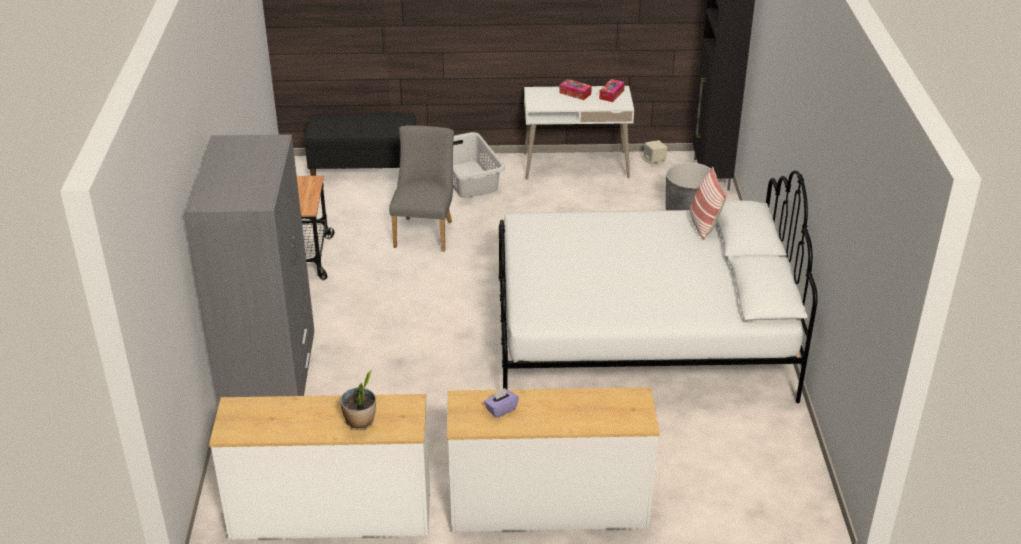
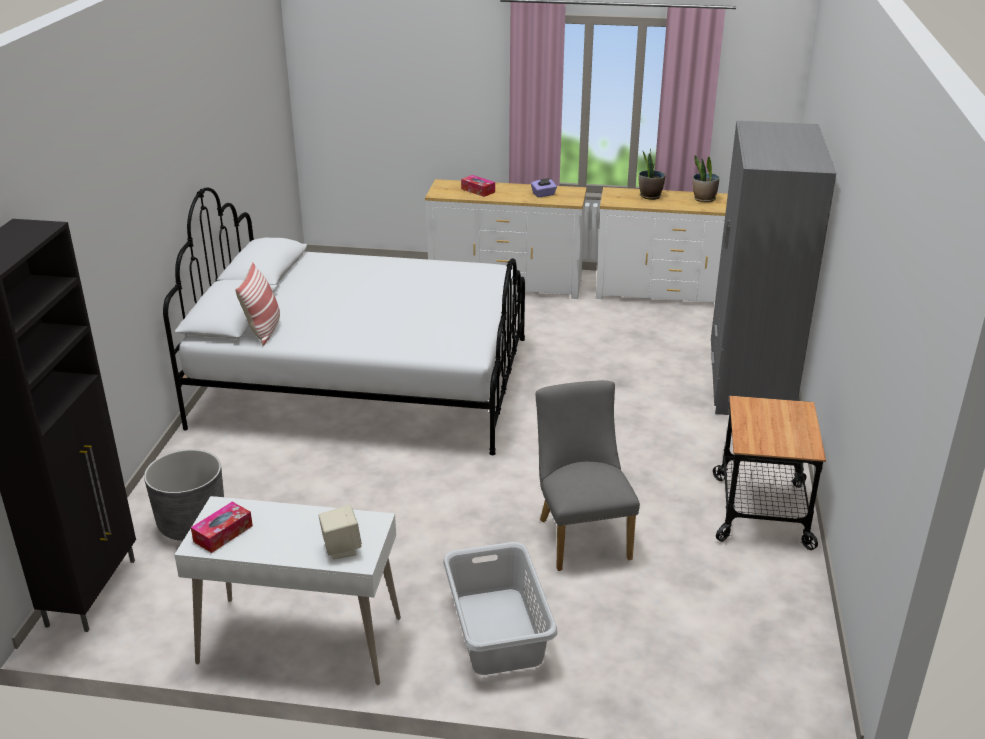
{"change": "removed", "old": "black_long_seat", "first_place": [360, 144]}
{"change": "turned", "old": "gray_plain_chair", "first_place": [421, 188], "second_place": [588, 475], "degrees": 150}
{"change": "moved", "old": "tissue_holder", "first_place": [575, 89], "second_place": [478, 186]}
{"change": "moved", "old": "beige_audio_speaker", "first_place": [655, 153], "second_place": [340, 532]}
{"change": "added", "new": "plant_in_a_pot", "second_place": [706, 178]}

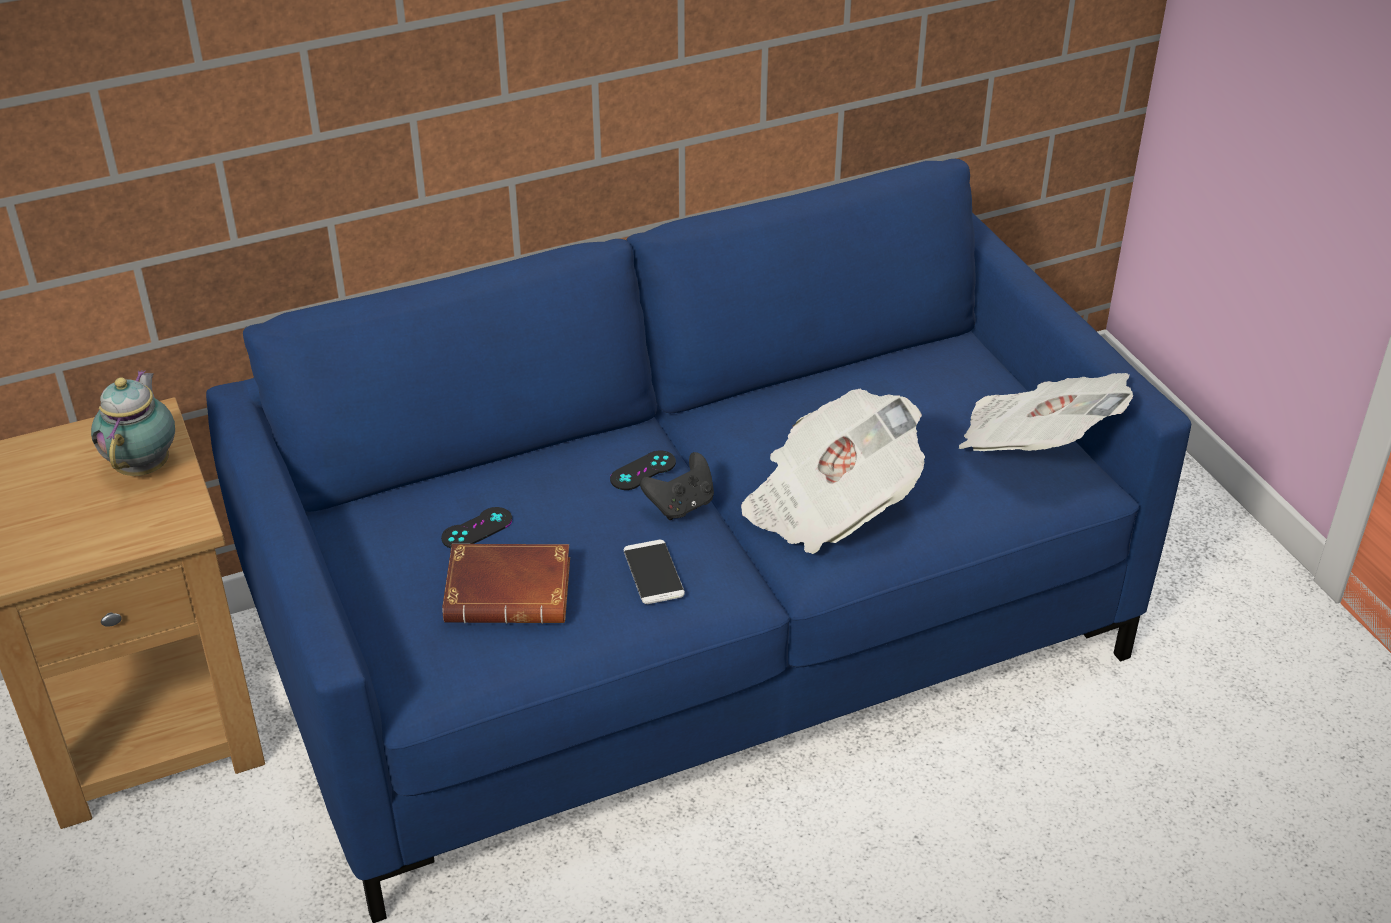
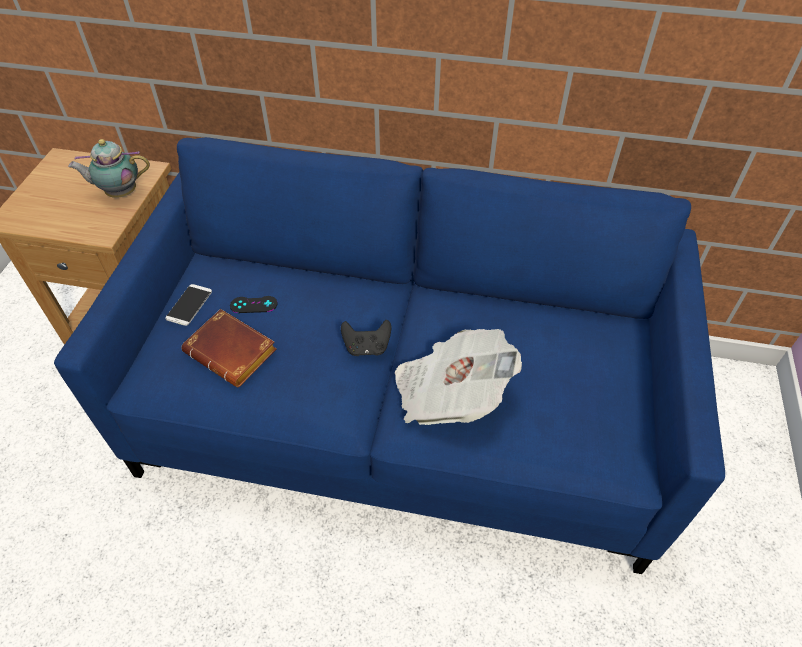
{"change": "turned", "old": "tea_pot", "first_place": [133, 423], "second_place": [109, 168], "degrees": -135}
{"change": "removed", "old": "black_joypad", "first_place": [643, 470]}
{"change": "moved", "old": "phone", "first_place": [654, 572], "second_place": [188, 305]}
{"change": "removed", "old": "printed_paper", "first_place": [1045, 412]}

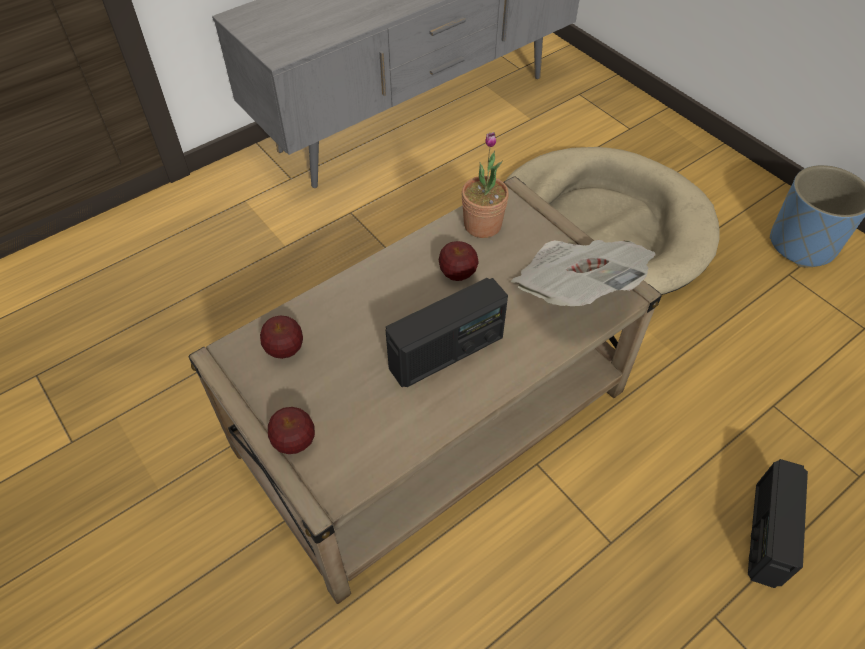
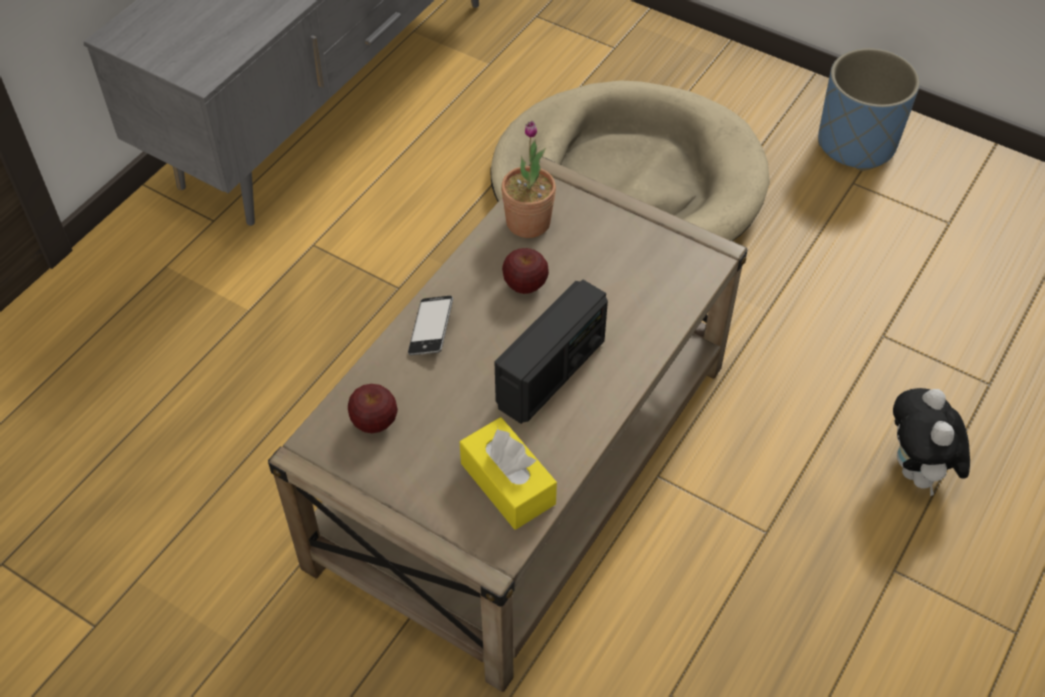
{"change": "removed", "old": "apple_fruit", "first_place": [291, 430]}
{"change": "removed", "old": "printed_paper", "first_place": [583, 273]}
{"change": "replaced", "old": "radio", "new": "cuddly_toy", "first_place": [778, 523], "second_place": [931, 442]}
{"change": "added", "new": "phone", "second_place": [430, 325]}
{"change": "added", "new": "yellowish_tissue_holder", "second_place": [508, 473]}

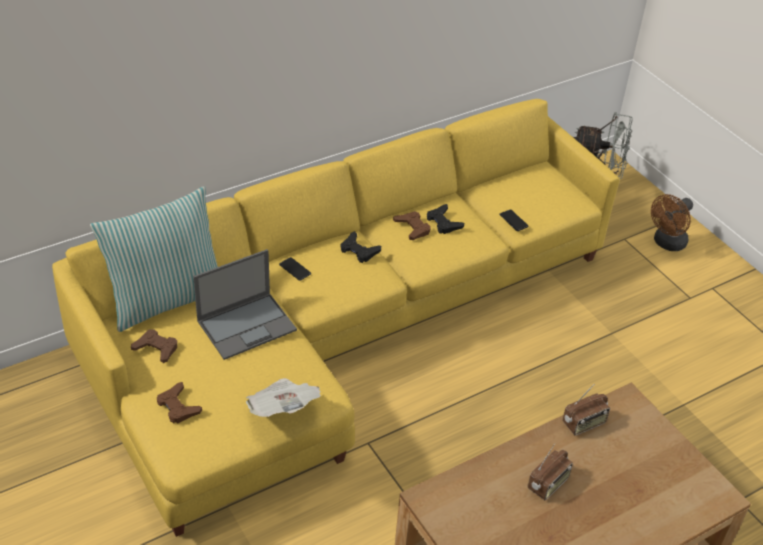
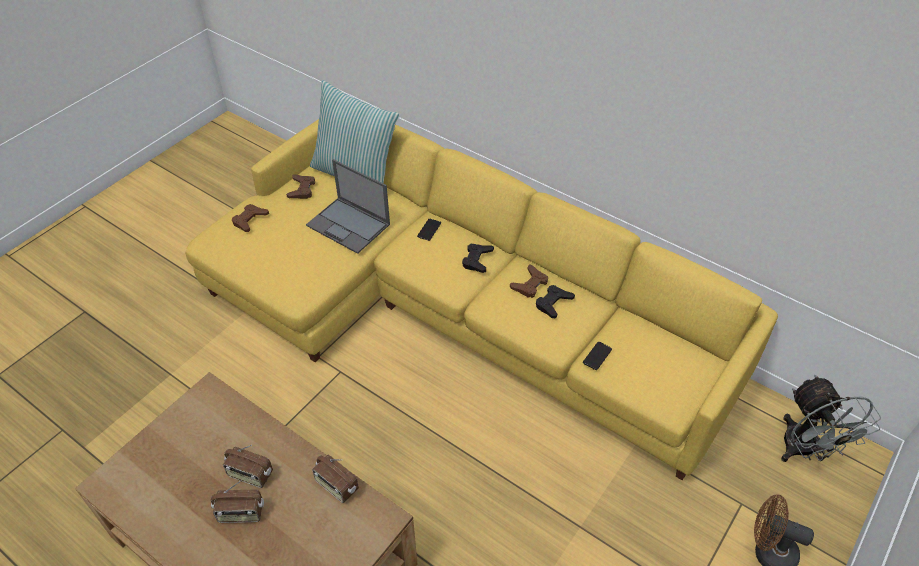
{"change": "removed", "old": "printed_paper", "first_place": [283, 397]}
{"change": "added", "new": "radio", "second_place": [237, 502]}

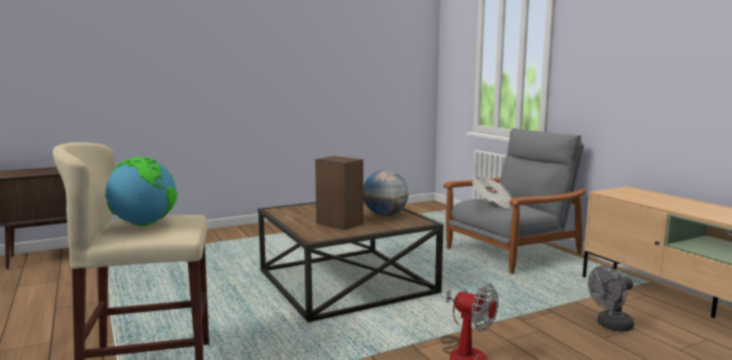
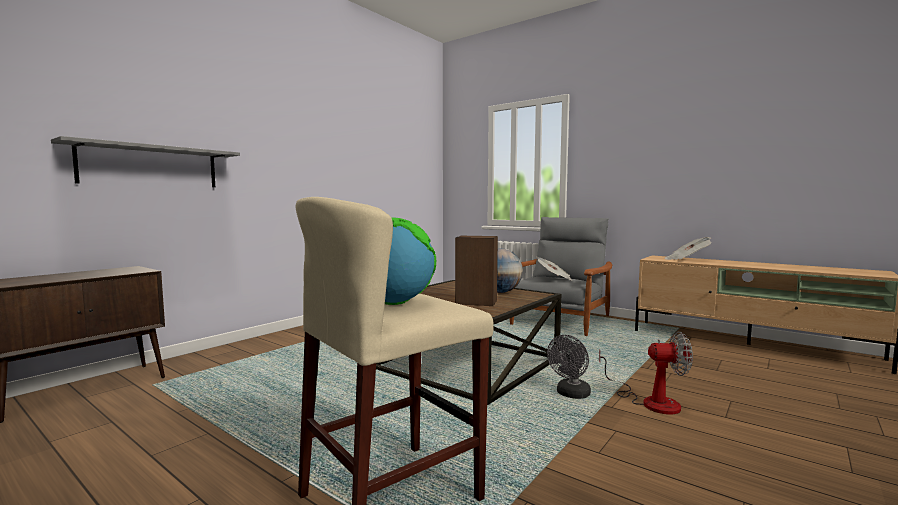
{"change": "moved", "old": "gray_electric_fan", "first_place": [611, 298], "second_place": [569, 367]}
{"change": "added", "new": "gray_wall_shelf", "second_place": [145, 161]}
{"change": "added", "new": "printed_paper", "second_place": [688, 248]}

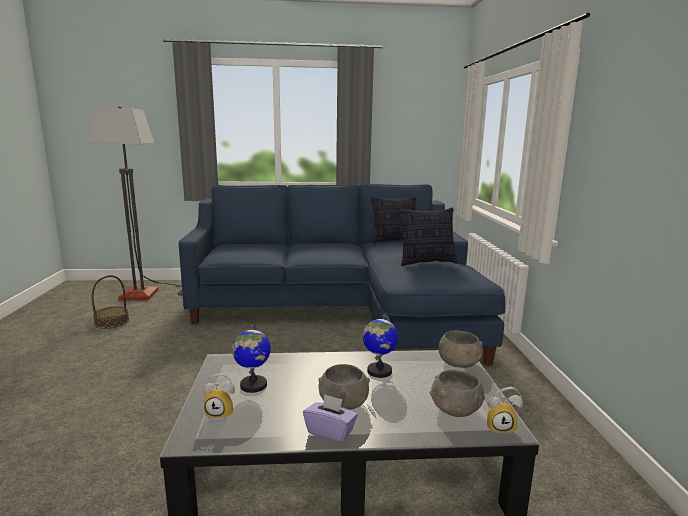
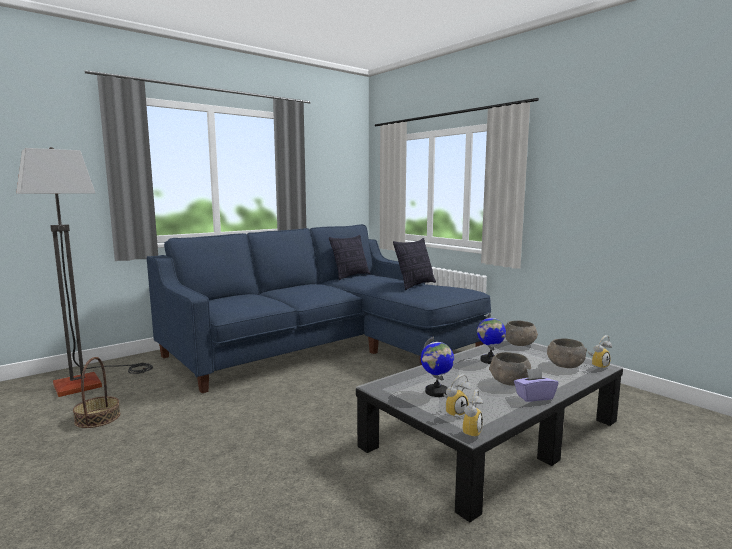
{"change": "added", "new": "table_clock", "second_place": [469, 414]}

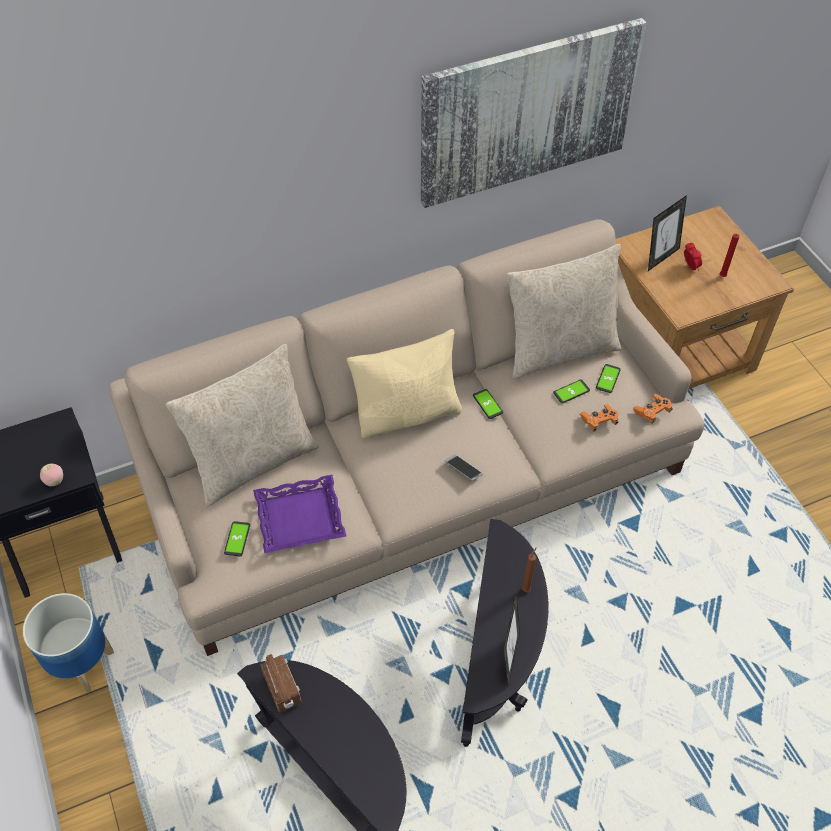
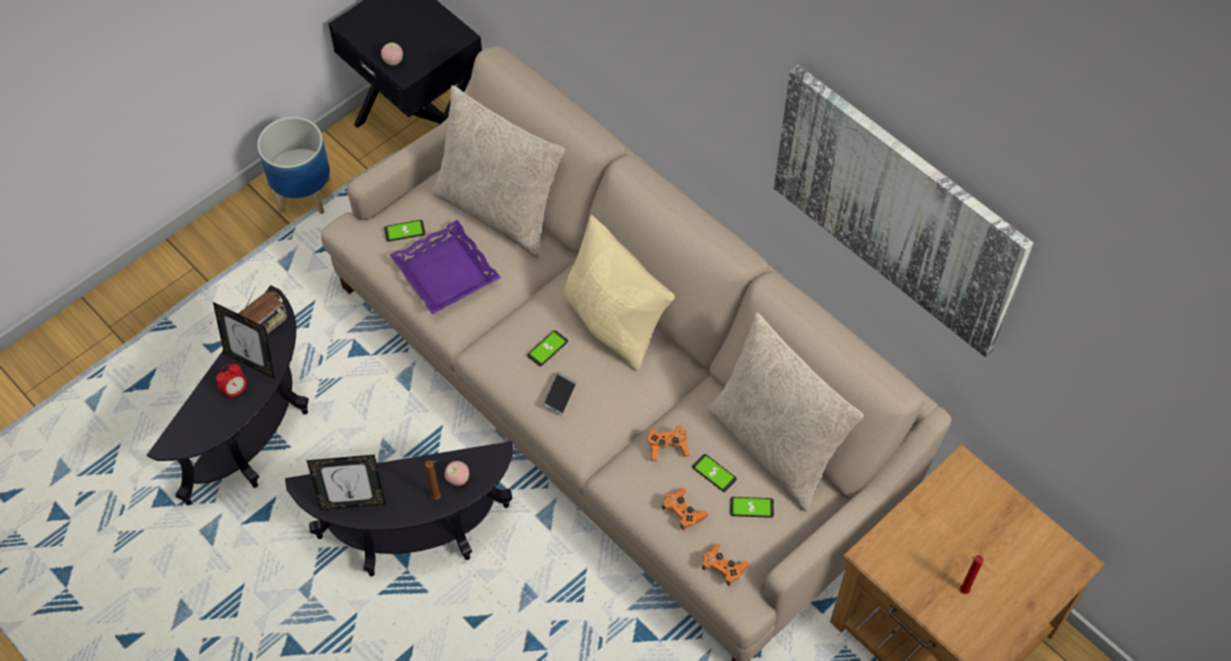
{"change": "moved", "old": "phone", "first_place": [488, 404], "second_place": [547, 348]}
{"change": "moved", "old": "picture_frame", "first_place": [667, 233], "second_place": [244, 340]}
{"change": "moved", "old": "table_clock", "first_place": [693, 257], "second_place": [232, 382]}
{"change": "added", "new": "apple_fruit", "second_place": [457, 473]}
{"change": "added", "new": "orangey_joypad", "second_place": [669, 443]}

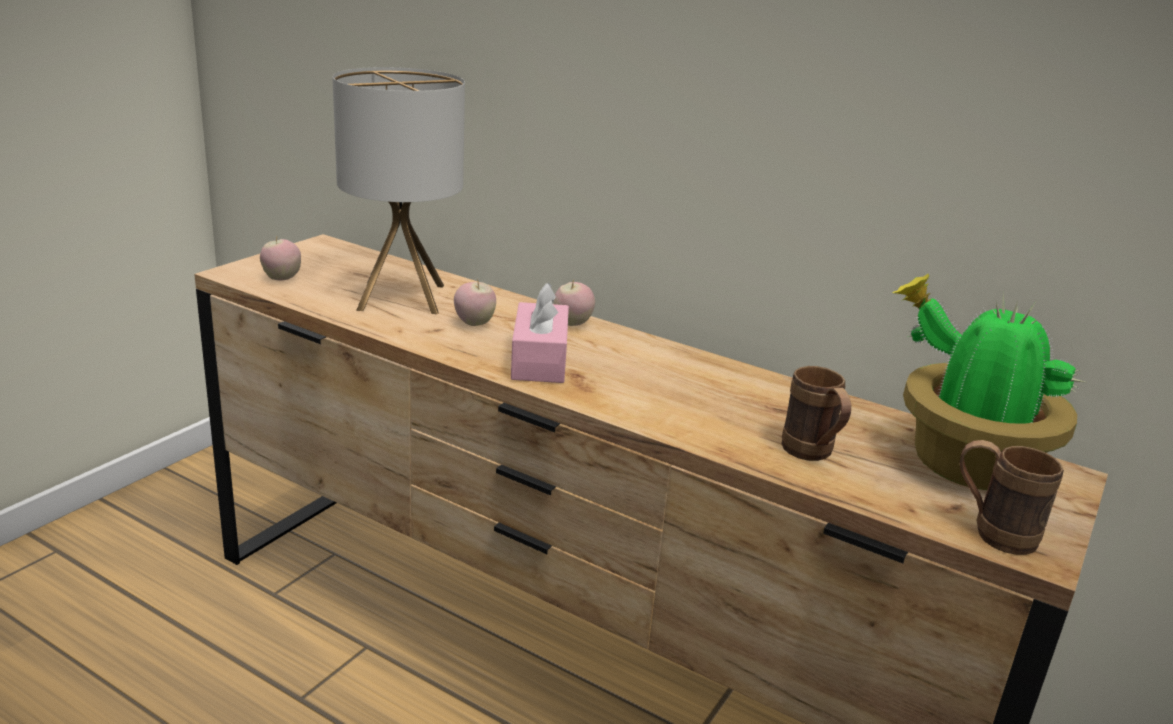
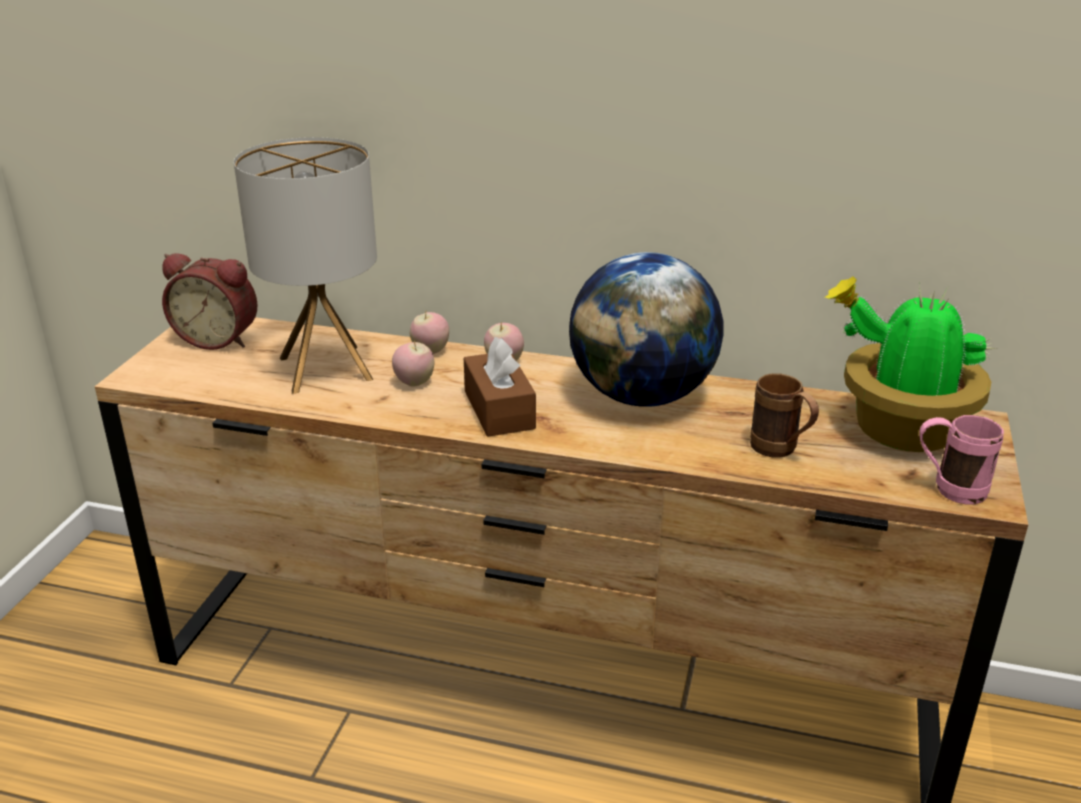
{"change": "moved", "old": "apple_fruit", "first_place": [280, 258], "second_place": [429, 333]}
{"change": "recoloured", "old": "pinkish_tissue_holder", "new": "brown_tissue_holder", "first_place": [540, 333], "second_place": [500, 387]}
{"change": "recoloured", "old": "brown_tea_mug", "new": "pinkish_tea_mug", "first_place": [1012, 497], "second_place": [961, 459]}
{"change": "added", "new": "table_clock", "second_place": [210, 301]}
{"change": "added", "new": "globe", "second_place": [646, 329]}

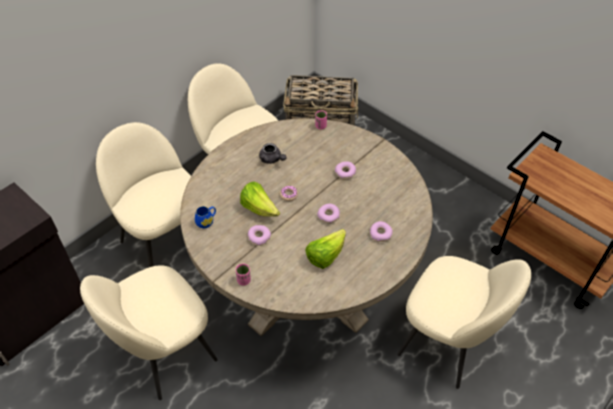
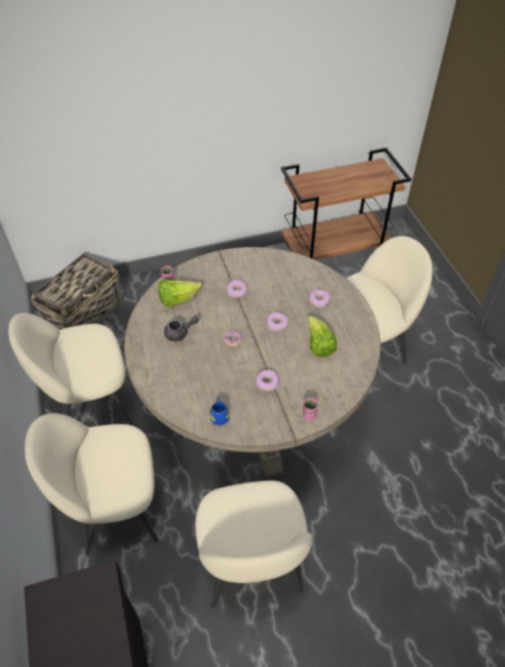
{"change": "moved", "old": "lettuce", "first_place": [260, 199], "second_place": [180, 293]}

